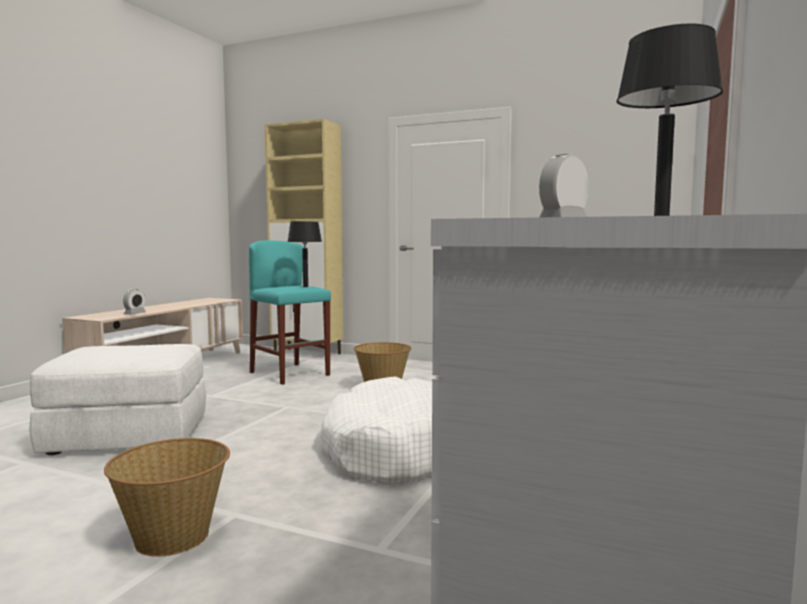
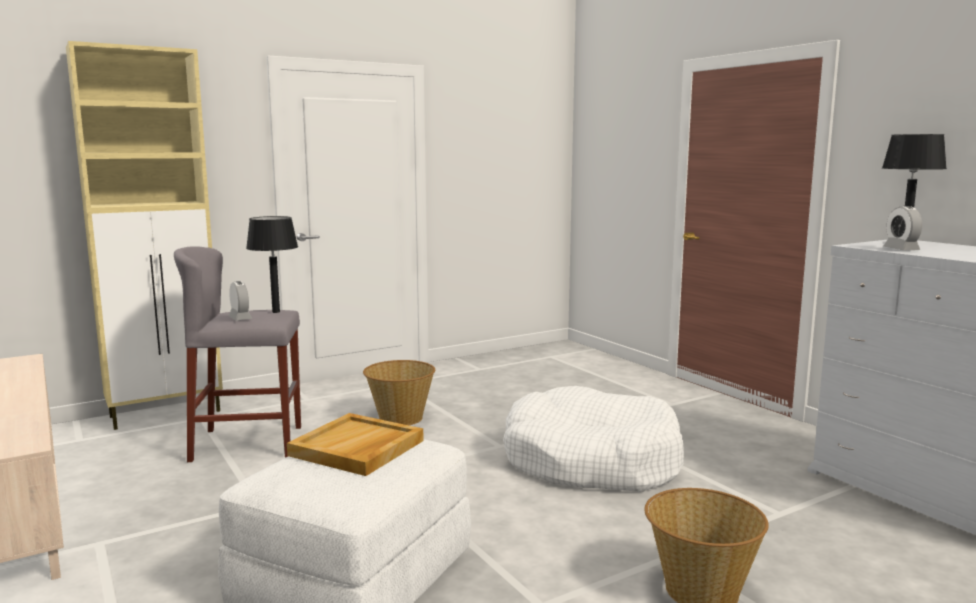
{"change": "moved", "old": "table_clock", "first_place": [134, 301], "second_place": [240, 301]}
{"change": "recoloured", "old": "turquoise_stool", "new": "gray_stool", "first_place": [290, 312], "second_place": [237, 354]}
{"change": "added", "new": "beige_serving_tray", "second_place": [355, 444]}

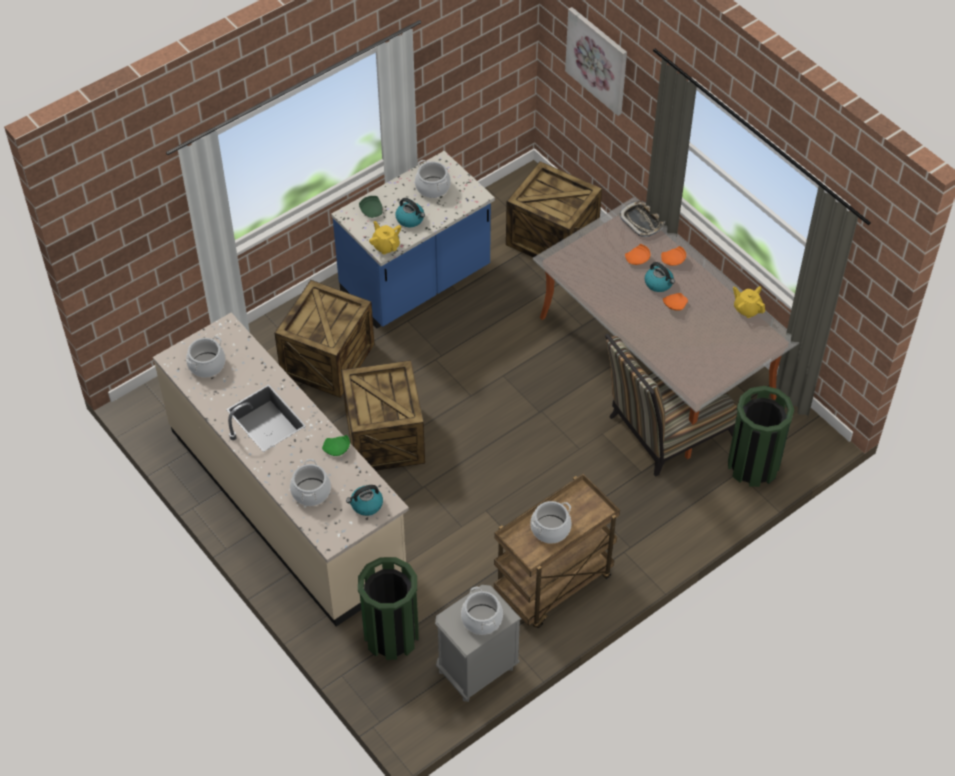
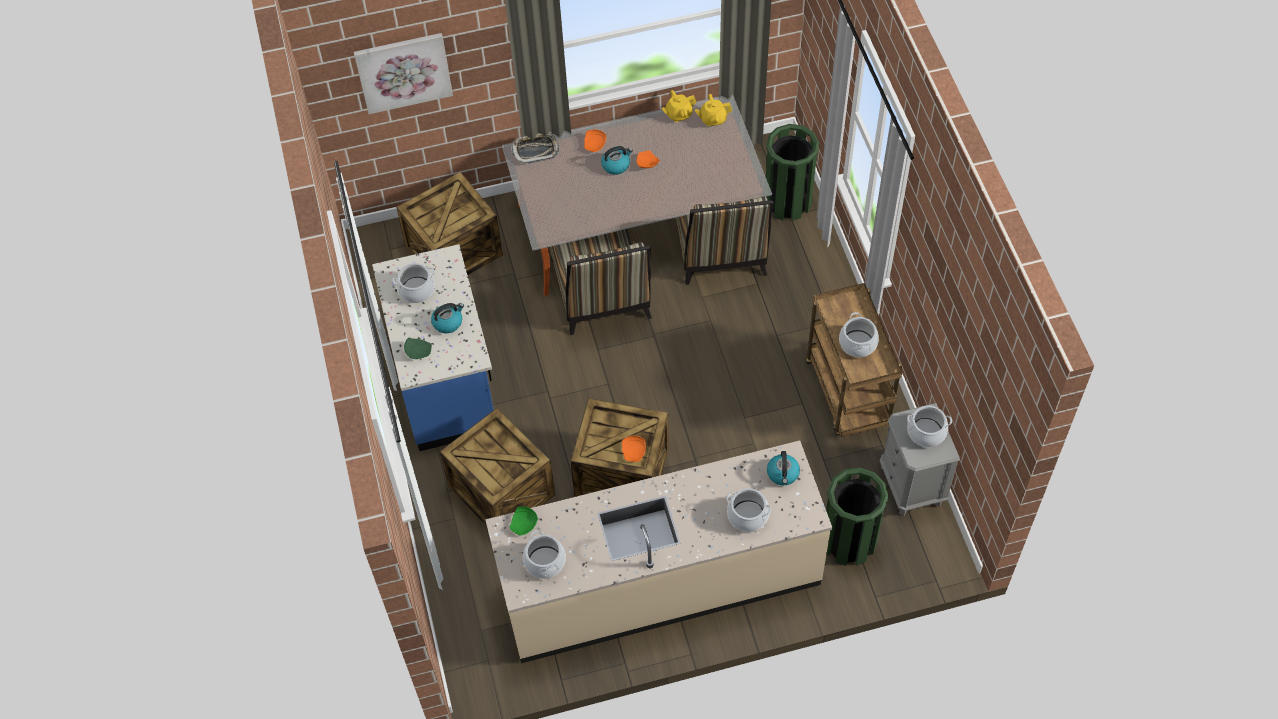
{"change": "moved", "old": "greenish_plate", "first_place": [336, 445], "second_place": [523, 521]}
{"change": "moved", "old": "yellowish_tea_pot", "first_place": [385, 237], "second_place": [713, 110]}
{"change": "moved", "old": "orangey_plate", "first_place": [638, 254], "second_place": [634, 449]}
{"change": "added", "new": "plain_chair", "second_place": [601, 281]}

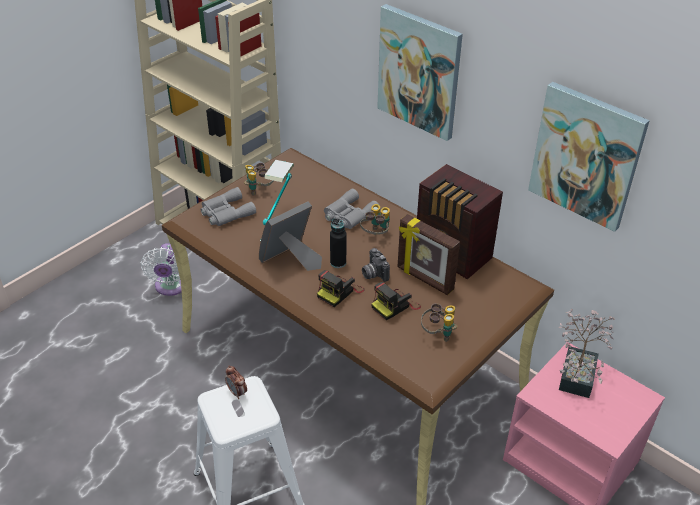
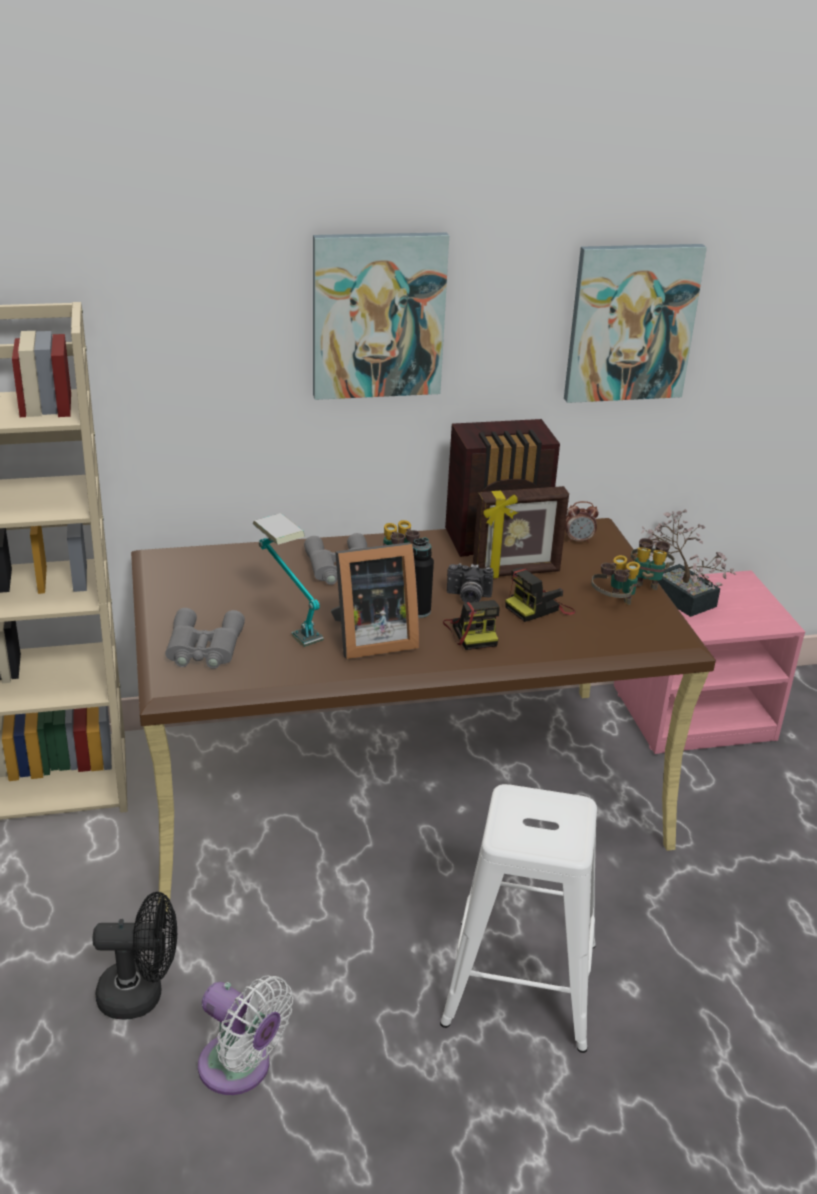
{"change": "moved", "old": "white_electric_fan", "first_place": [161, 269], "second_place": [245, 1035]}
{"change": "moved", "old": "table_clock", "first_place": [236, 382], "second_place": [582, 522]}
{"change": "moved", "old": "binoculars", "first_place": [258, 179], "second_place": [652, 564]}
{"change": "turned", "old": "picture_frame", "first_place": [290, 236], "second_place": [375, 600], "degrees": -105}
{"change": "turned", "old": "still_camera", "first_place": [396, 301], "second_place": [540, 595], "degrees": 60}
{"change": "added", "new": "black_electric_fan", "second_place": [135, 956]}

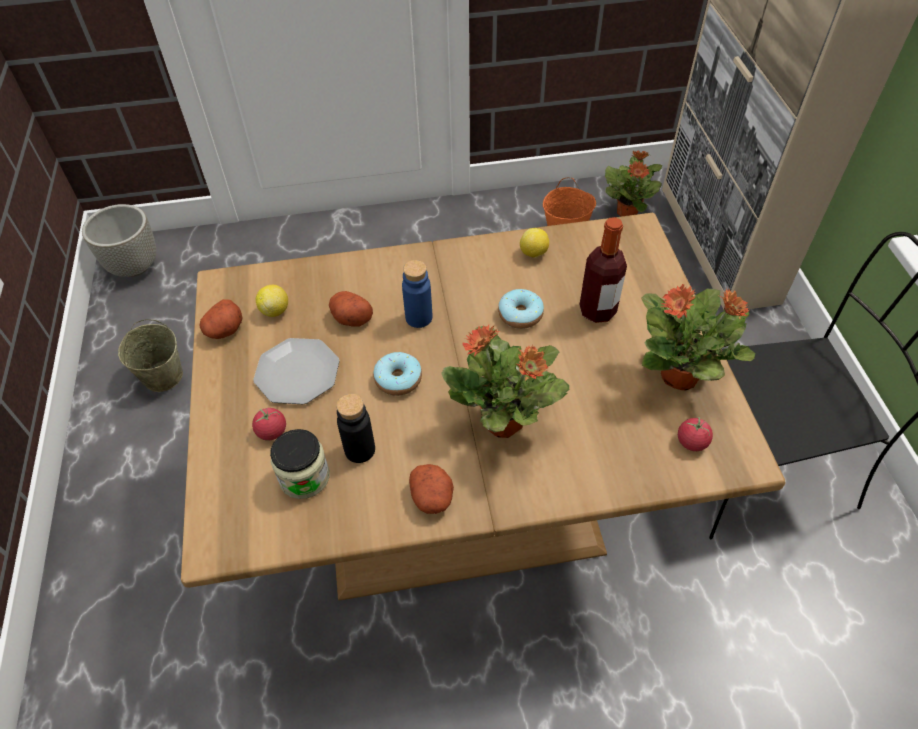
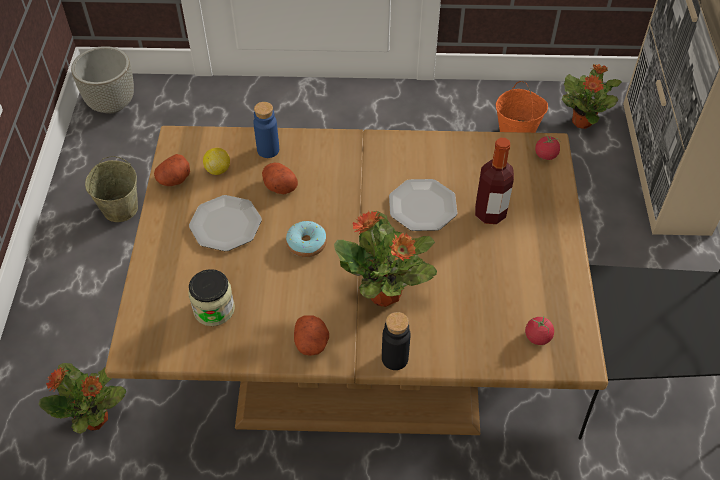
{"change": "moved", "old": "fresh_tomato", "first_place": [269, 424], "second_place": [547, 147]}
{"change": "moved", "old": "black_beverage_bottle", "first_place": [355, 428], "second_place": [396, 341]}
{"change": "moved", "old": "bluish_beverage_bottle", "first_place": [417, 294], "second_place": [266, 130]}
{"change": "replaced", "old": "ring_doughnut", "new": "plate", "first_place": [521, 309], "second_place": [423, 205]}
{"change": "removed", "old": "citrus_fruit", "first_place": [534, 243]}
{"change": "moved", "old": "plant_in_a_pot", "first_place": [698, 337], "second_place": [82, 398]}

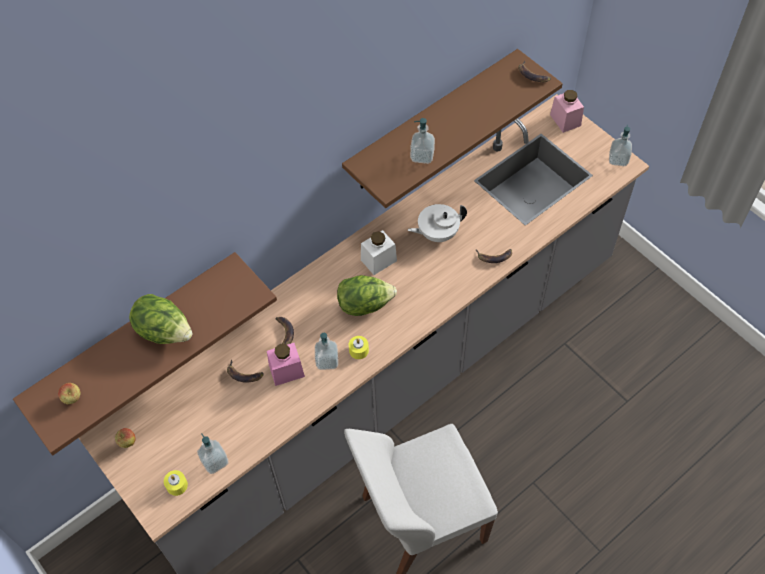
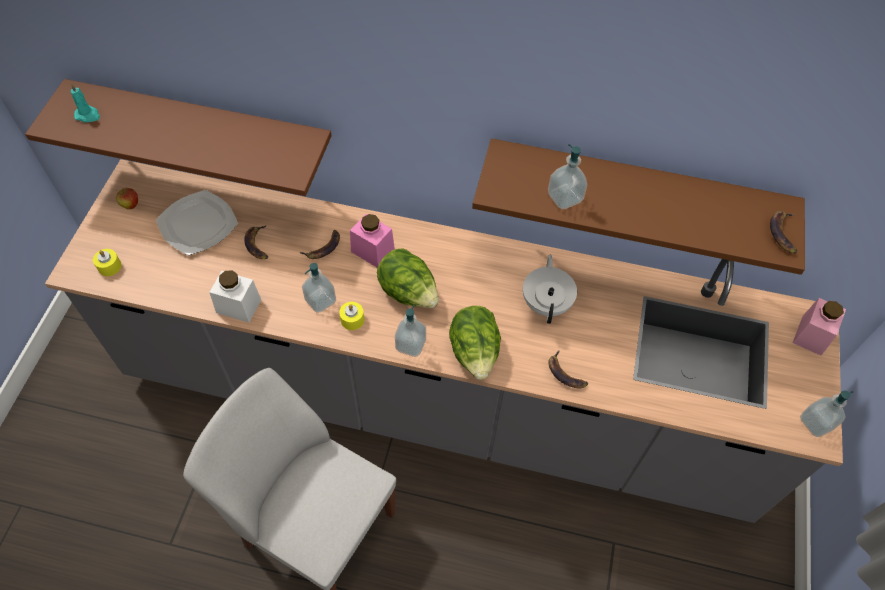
{"change": "replaced", "old": "apple_fruit", "new": "turquoise_candle", "first_place": [69, 393], "second_place": [85, 103]}
{"change": "moved", "old": "lettuce", "first_place": [160, 319], "second_place": [475, 343]}
{"change": "moved", "old": "soap_bottle", "first_place": [212, 454], "second_place": [410, 331]}
{"change": "moved", "old": "pinkish_storage_jar", "first_place": [286, 364], "second_place": [372, 241]}
{"change": "moved", "old": "white_storage_jar", "first_place": [379, 252], "second_place": [235, 296]}
{"change": "turned", "old": "white_tea_pot", "first_place": [437, 223], "second_place": [550, 289], "degrees": 60}
{"change": "added", "new": "plate", "second_place": [197, 223]}

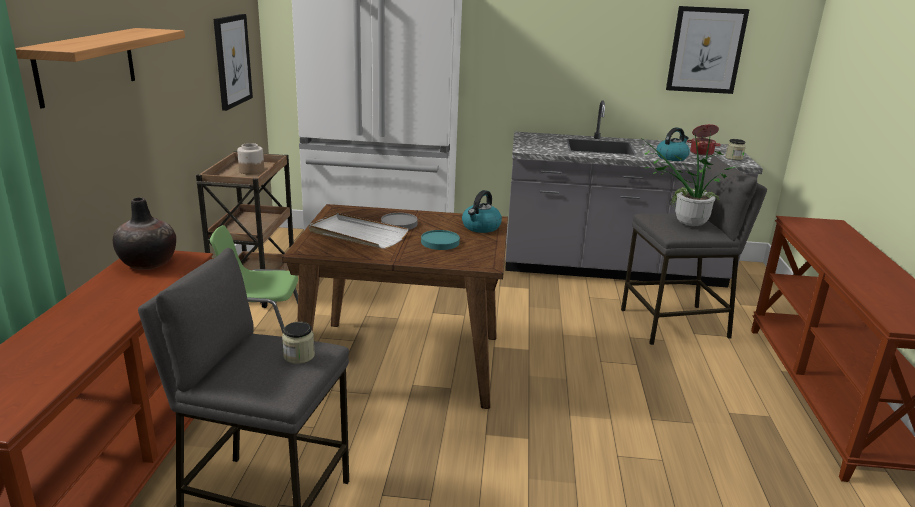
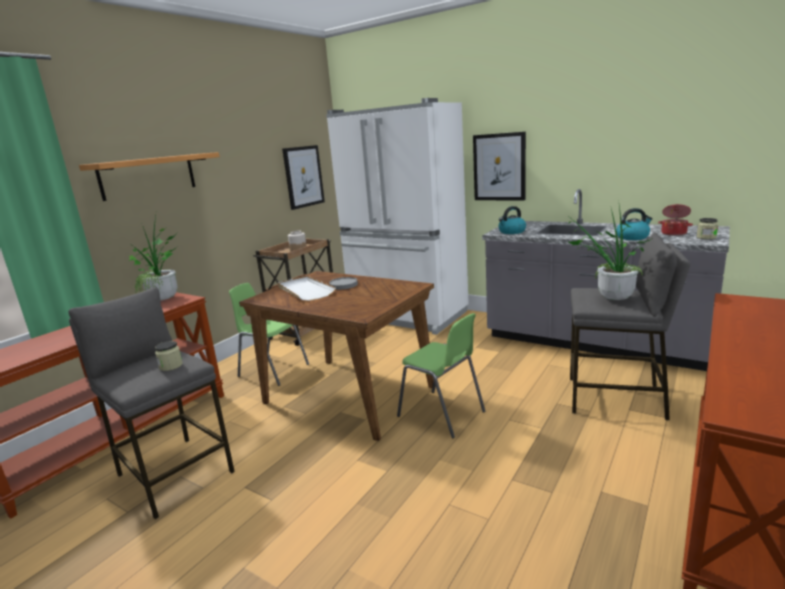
{"change": "replaced", "old": "vase", "new": "plant_in_a_pot", "first_place": [144, 233], "second_place": [153, 258]}
{"change": "removed", "old": "turquoise_plate", "first_place": [440, 240]}
{"change": "moved", "old": "tea_kettle", "first_place": [482, 211], "second_place": [512, 220]}
{"change": "moved", "old": "wall_art", "first_place": [708, 50], "second_place": [499, 166]}
{"change": "added", "new": "greenish_plain_chair", "second_place": [441, 375]}

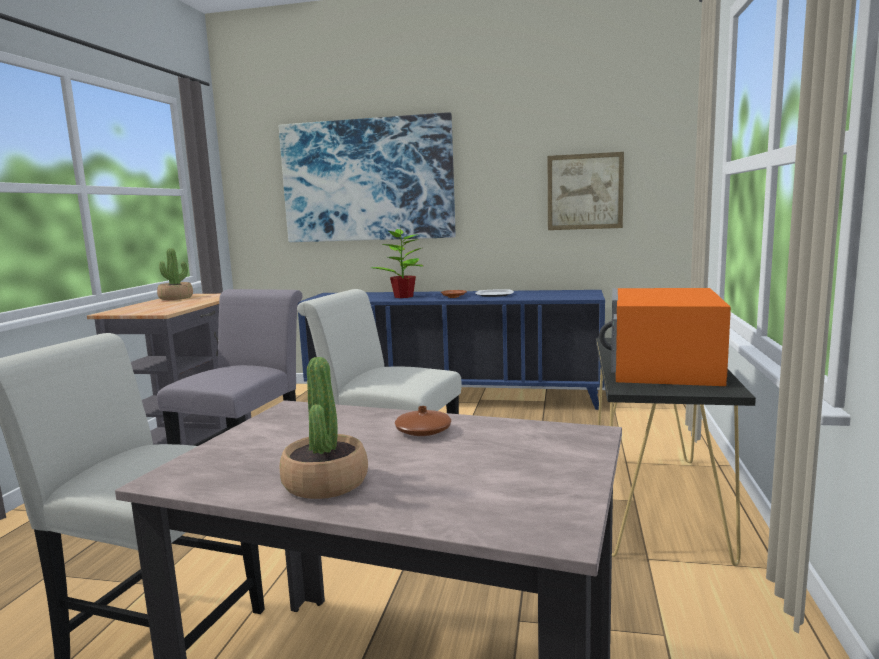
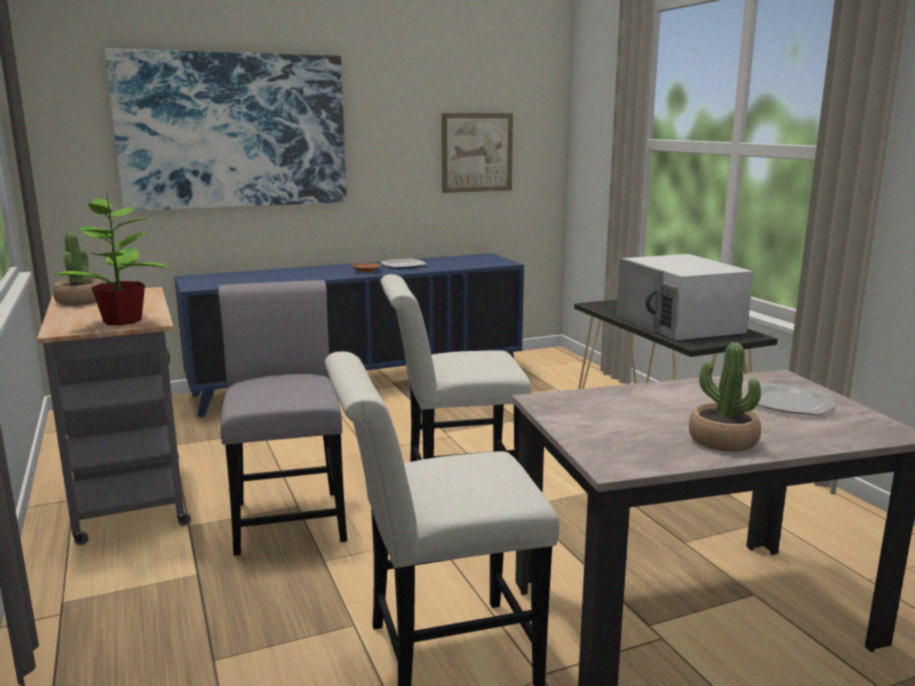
{"change": "moved", "old": "plant_in_a_pot", "first_place": [397, 262], "second_place": [111, 260]}
{"change": "removed", "old": "brown_vase", "first_place": [423, 421]}
{"change": "recoloured", "old": "orangey_microwave_oven", "new": "white_microwave_oven", "first_place": [665, 337], "second_place": [685, 297]}
{"change": "added", "new": "plate", "second_place": [790, 399]}

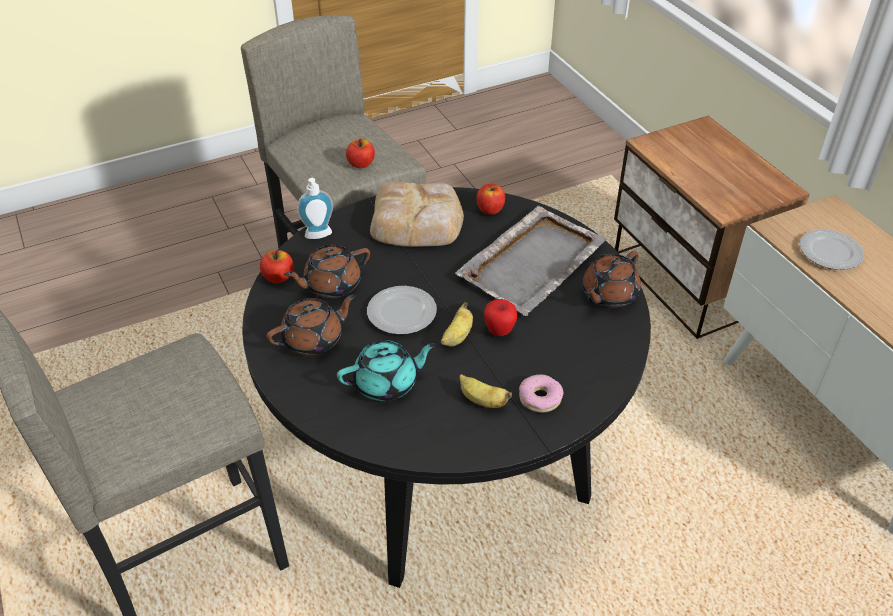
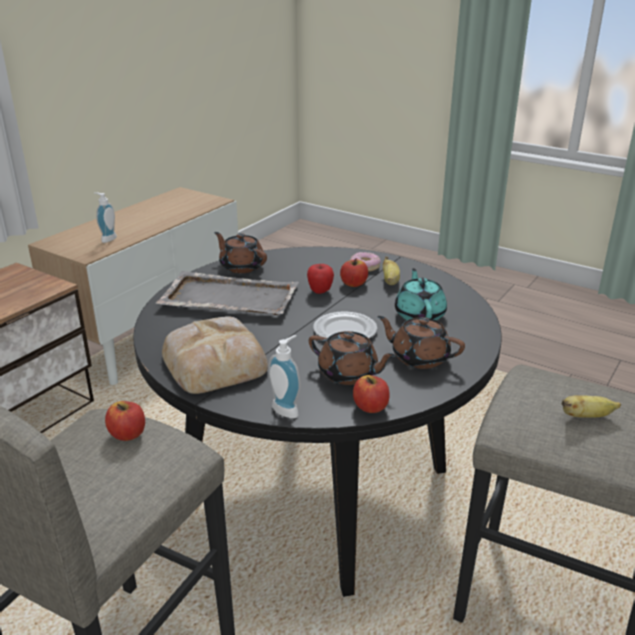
{"change": "turned", "old": "turquoise_tea_pot", "first_place": [386, 370], "second_place": [421, 294], "degrees": 45}
{"change": "moved", "old": "banana", "first_place": [457, 324], "second_place": [591, 406]}
{"change": "moved", "old": "apple_fruit", "first_place": [491, 199], "second_place": [354, 272]}
{"change": "turned", "old": "brown_tea_pot", "first_place": [611, 279], "second_place": [240, 252], "degrees": -150}
{"change": "replaced", "old": "plate", "new": "soap_bottle", "first_place": [832, 249], "second_place": [105, 217]}

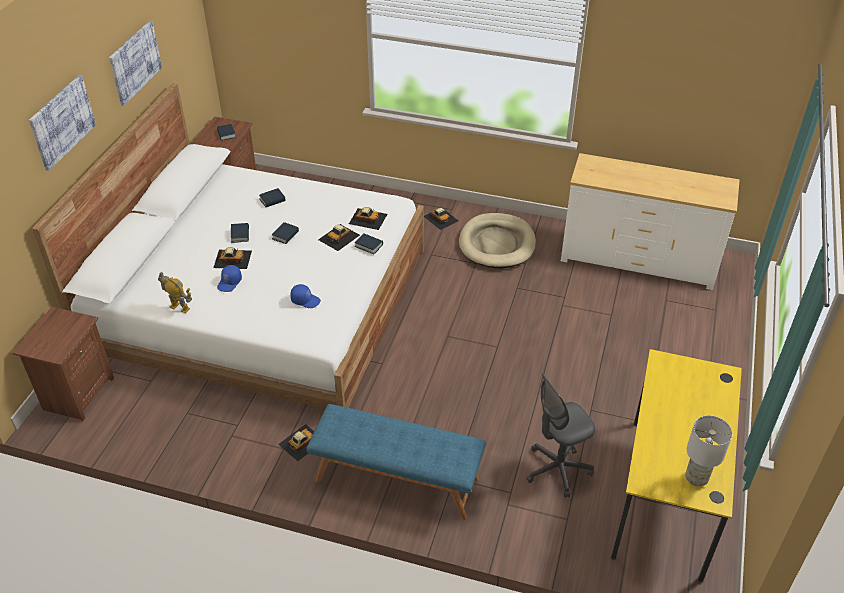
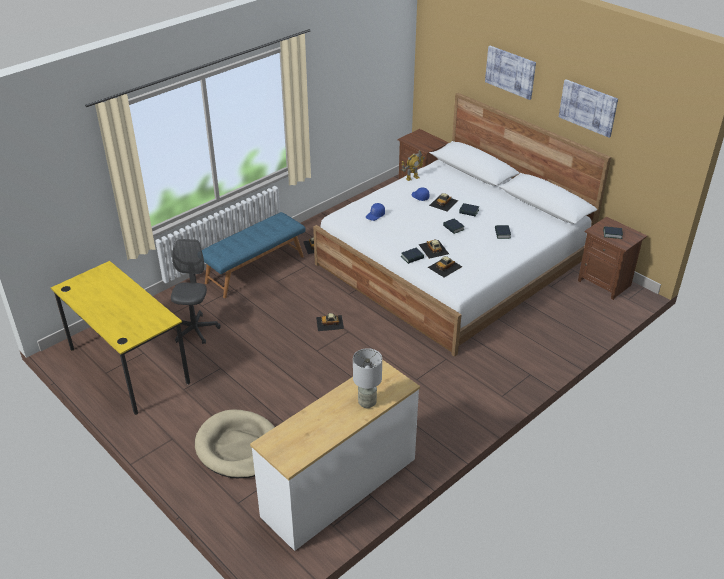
{"change": "moved", "old": "miniature_car", "first_place": [441, 218], "second_place": [330, 322]}
{"change": "moved", "old": "beige_dog_bed", "first_place": [497, 241], "second_place": [235, 443]}
{"change": "moved", "old": "gray_lamp_for_a_table", "first_place": [709, 450], "second_place": [367, 378]}

